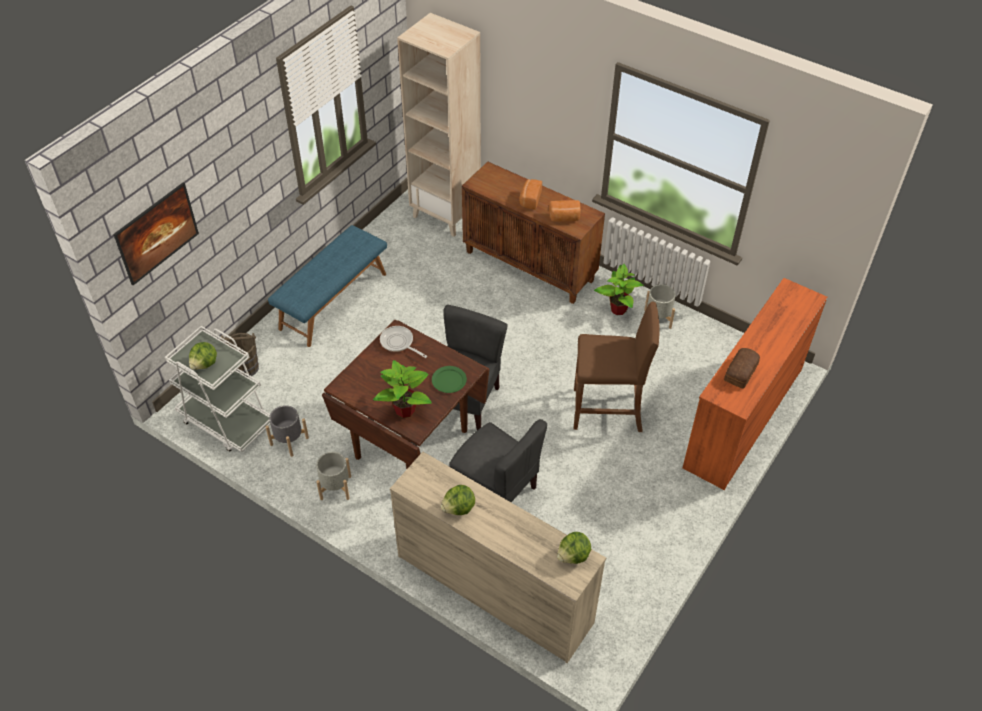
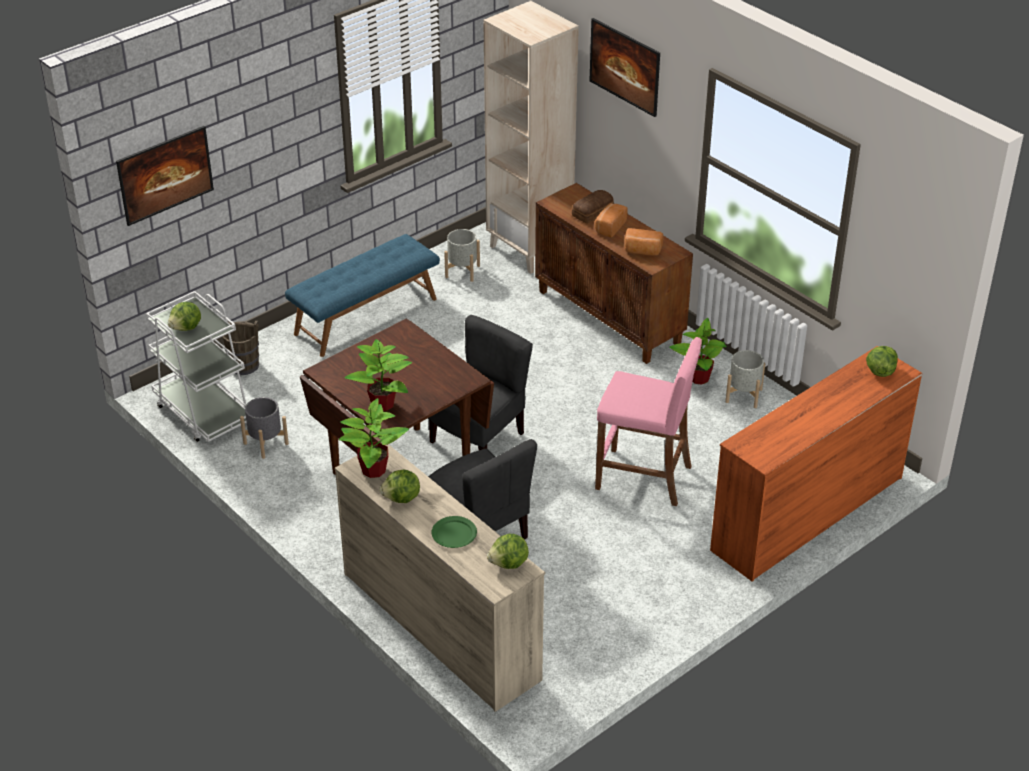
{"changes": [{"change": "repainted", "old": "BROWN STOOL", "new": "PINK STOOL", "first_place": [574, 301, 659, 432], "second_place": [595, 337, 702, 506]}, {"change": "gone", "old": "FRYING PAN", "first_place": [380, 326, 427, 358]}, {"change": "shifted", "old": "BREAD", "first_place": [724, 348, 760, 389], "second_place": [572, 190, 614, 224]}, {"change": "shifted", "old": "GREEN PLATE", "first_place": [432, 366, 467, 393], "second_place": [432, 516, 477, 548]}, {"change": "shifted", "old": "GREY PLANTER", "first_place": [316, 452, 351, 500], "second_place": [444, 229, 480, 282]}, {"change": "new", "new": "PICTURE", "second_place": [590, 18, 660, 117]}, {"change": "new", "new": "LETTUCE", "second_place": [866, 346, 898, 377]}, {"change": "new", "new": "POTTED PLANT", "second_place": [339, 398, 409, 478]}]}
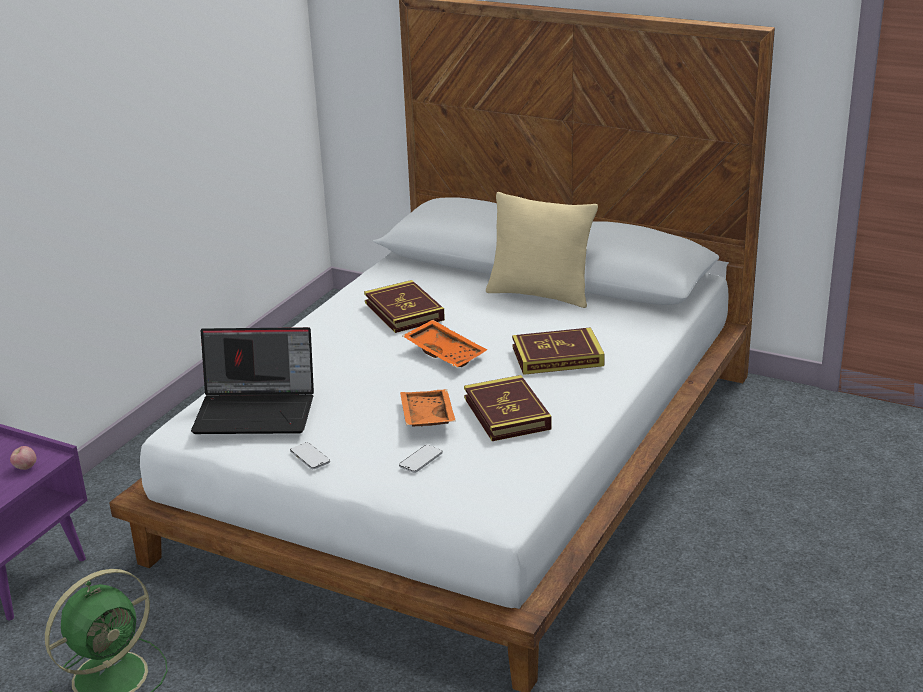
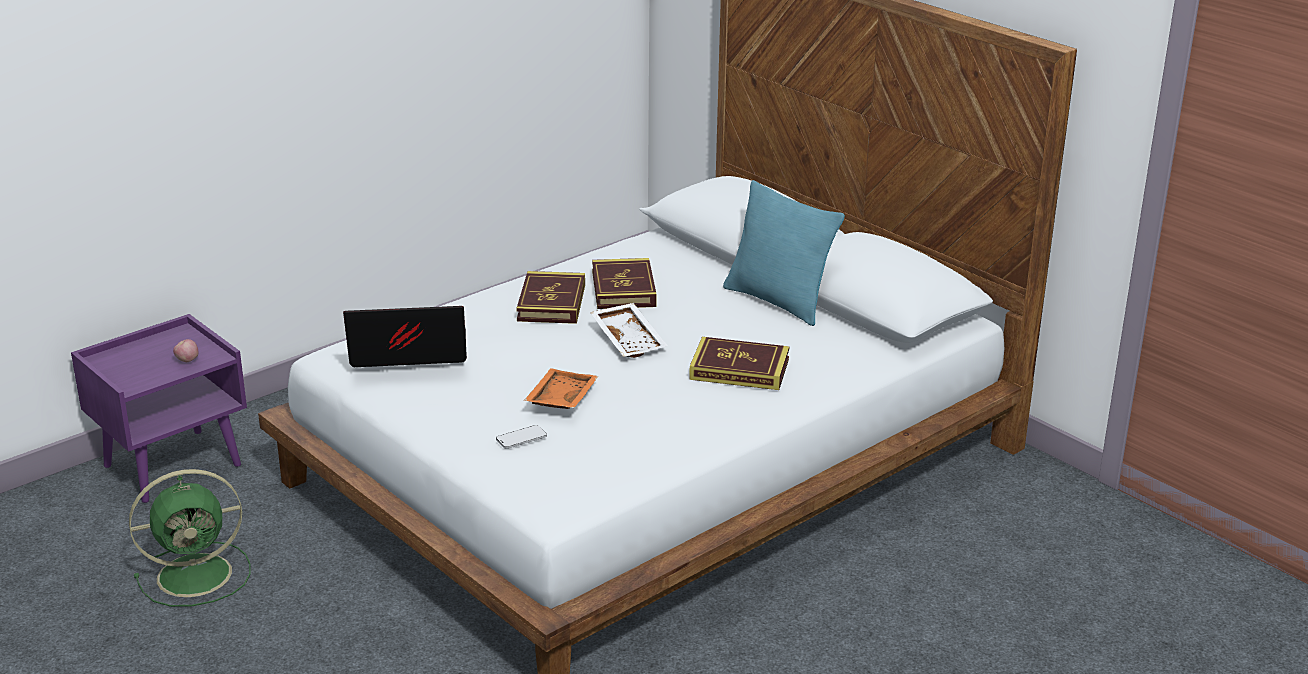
{"changes": [{"change": "repainted", "old": "BEIGE PILLOW", "new": "TURQUOISE PILLOW", "first_place": [486, 192, 598, 308], "second_place": [723, 180, 845, 326]}, {"change": "repainted", "old": "ORANGE TRAY", "new": "WHITE TRAY", "first_place": [402, 320, 487, 368], "second_place": [590, 303, 668, 358]}, {"change": "rotated", "old": "LAPTOP", "first_place": [191, 327, 314, 434], "second_place": [343, 306, 467, 367], "degrees": 150}, {"change": "shifted", "old": "BOOK", "first_place": [464, 375, 552, 441], "second_place": [516, 271, 585, 324]}, {"change": "gone", "old": "PHONE", "first_place": [290, 442, 330, 469]}]}
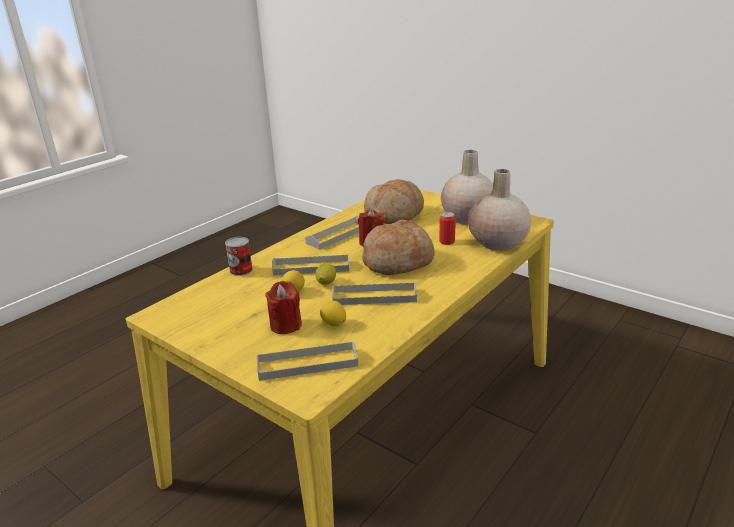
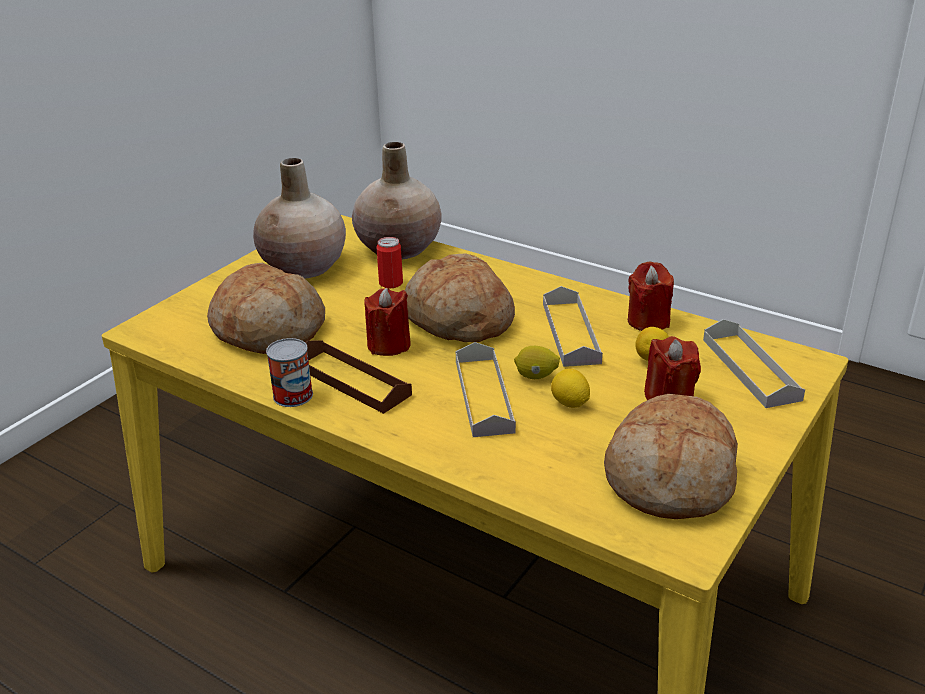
{"changes": [{"change": "repainted", "old": "GREY TRAY", "new": "BROWN TRAY", "first_place": [305, 216, 359, 250], "second_place": [306, 340, 412, 414]}, {"change": "shifted", "old": "CAN", "first_place": [225, 237, 253, 276], "second_place": [266, 338, 313, 407]}, {"change": "new", "new": "RED CANDLE", "second_place": [628, 261, 674, 331]}, {"change": "new", "new": "BREAD", "second_place": [604, 394, 738, 519]}]}
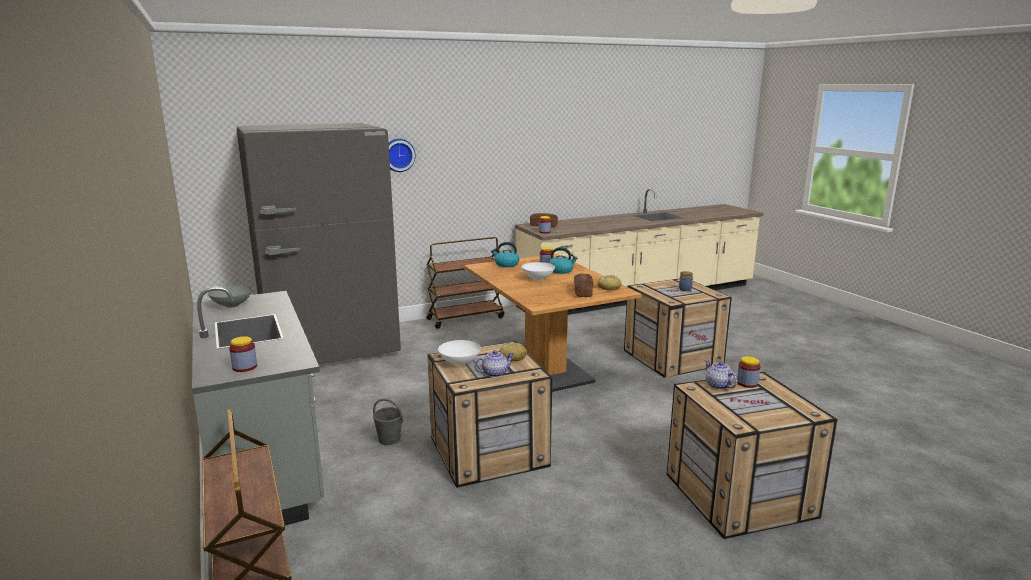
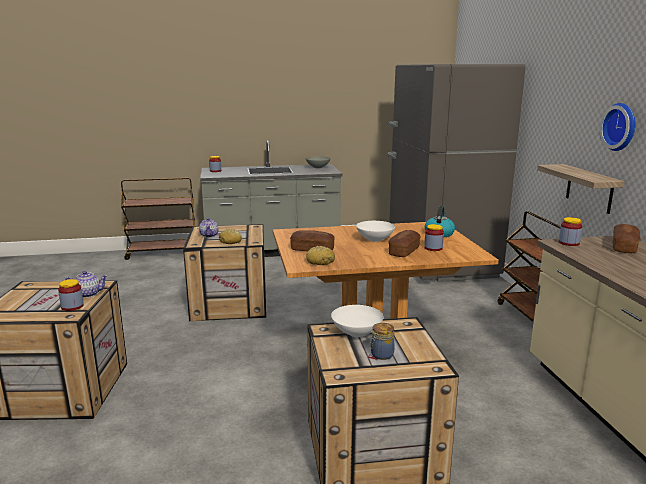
{"changes": [{"change": "shifted", "old": "WALL CLOCK", "first_place": [389, 139, 416, 172], "second_place": [600, 103, 636, 151]}, {"change": "swapped", "old": "KETTLE", "new": "BREAD", "first_place": [549, 247, 578, 274], "second_place": [388, 230, 421, 257]}, {"change": "shifted", "old": "WHITE BOWL", "first_place": [438, 340, 481, 366], "second_place": [331, 305, 384, 337]}, {"change": "gone", "old": "GREY BUCKET", "first_place": [373, 398, 403, 445]}, {"change": "new", "new": "SHELF", "second_place": [537, 164, 625, 214]}]}
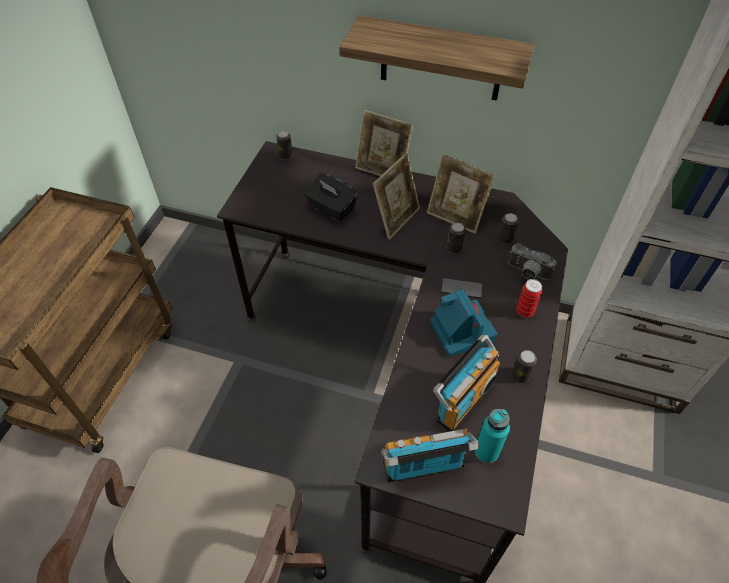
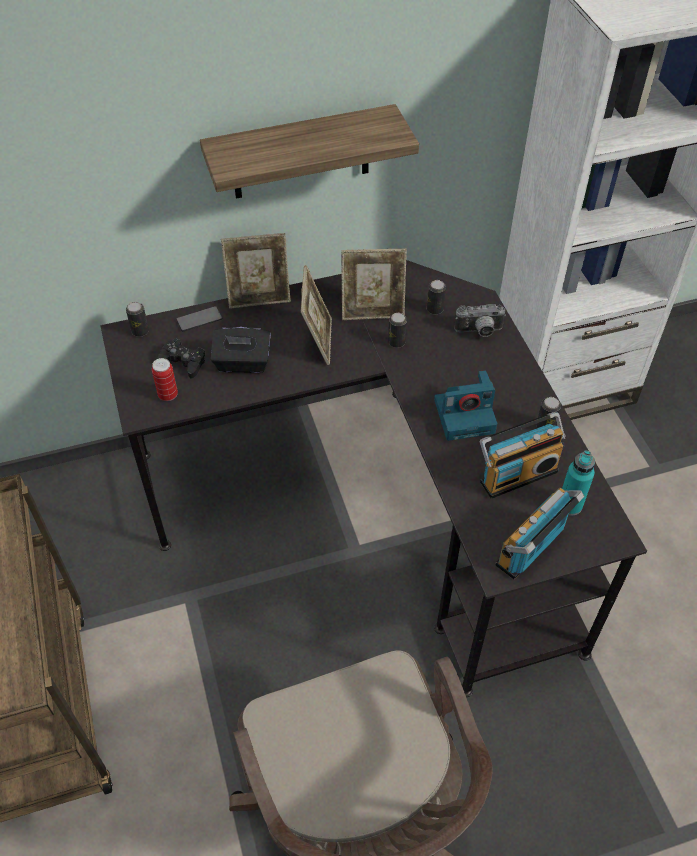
{"changes": [{"change": "shifted", "old": "PHONE", "first_place": [441, 278, 483, 299], "second_place": [176, 306, 222, 332]}, {"change": "shifted", "old": "CAN", "first_place": [516, 279, 543, 318], "second_place": [152, 358, 178, 401]}, {"change": "rotated", "old": "PHOTO CAMERA", "first_place": [430, 289, 497, 357], "second_place": [434, 370, 497, 441], "degrees": 135}, {"change": "rotated", "old": "RADIO", "first_place": [433, 335, 500, 431], "second_place": [480, 412, 566, 499], "degrees": 60}, {"change": "new", "new": "BLACK GAME CONTROLLER", "second_place": [158, 338, 206, 378]}]}
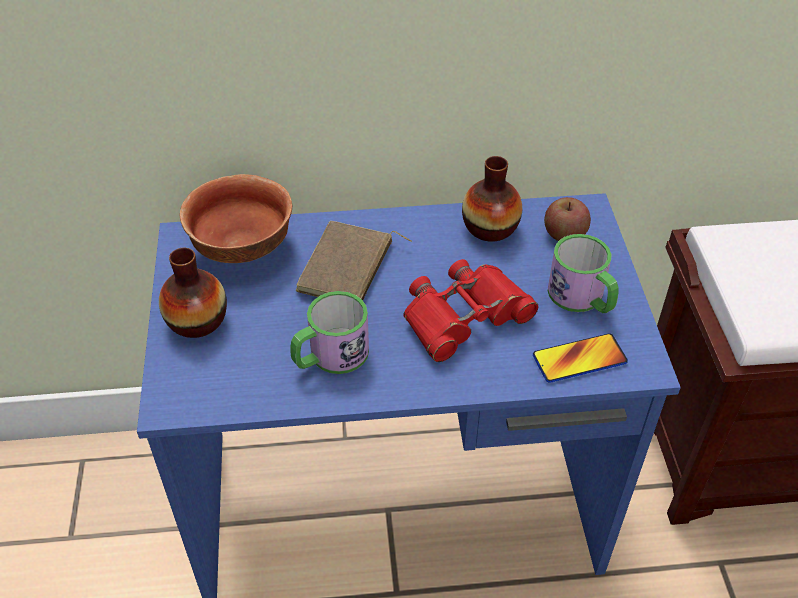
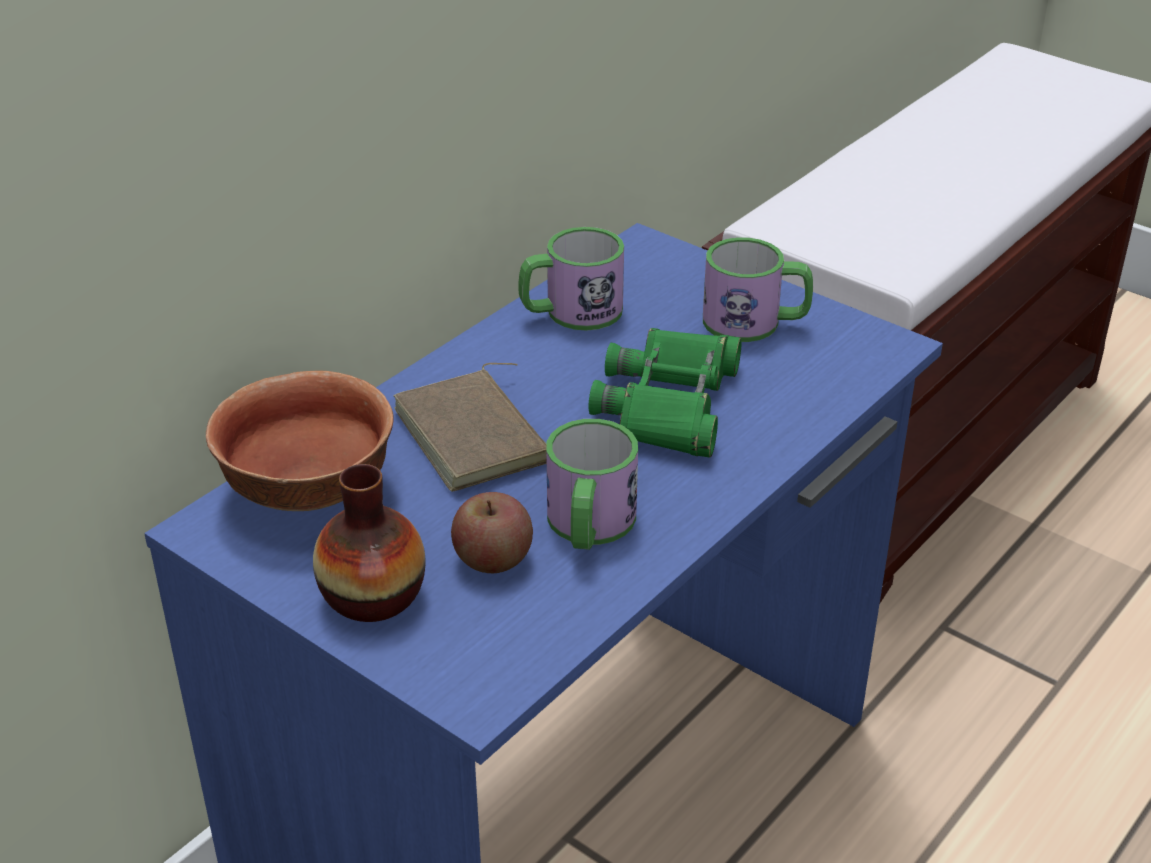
{"changes": [{"change": "swapped", "old": "VASE", "new": "MUG", "first_place": [462, 156, 522, 242], "second_place": [518, 227, 624, 330]}, {"change": "shifted", "old": "APPLE", "first_place": [544, 197, 591, 241], "second_place": [451, 492, 533, 573]}, {"change": "repainted", "old": "RED BINOCULARS", "new": "GREEN BINOCULARS", "first_place": [403, 259, 538, 362], "second_place": [589, 328, 742, 458]}, {"change": "gone", "old": "PHONE", "first_place": [533, 333, 628, 383]}]}
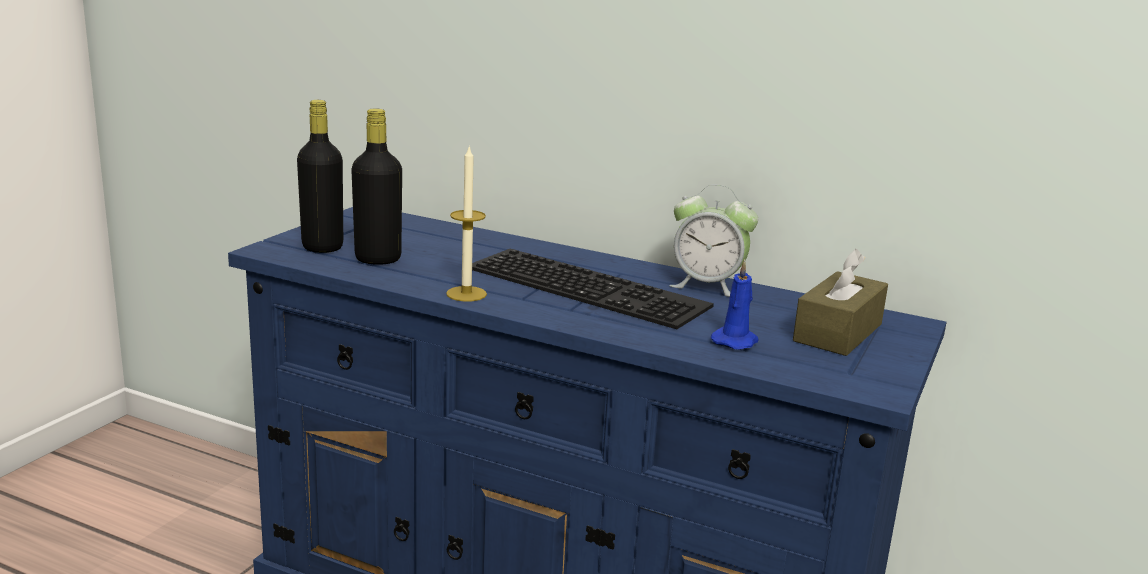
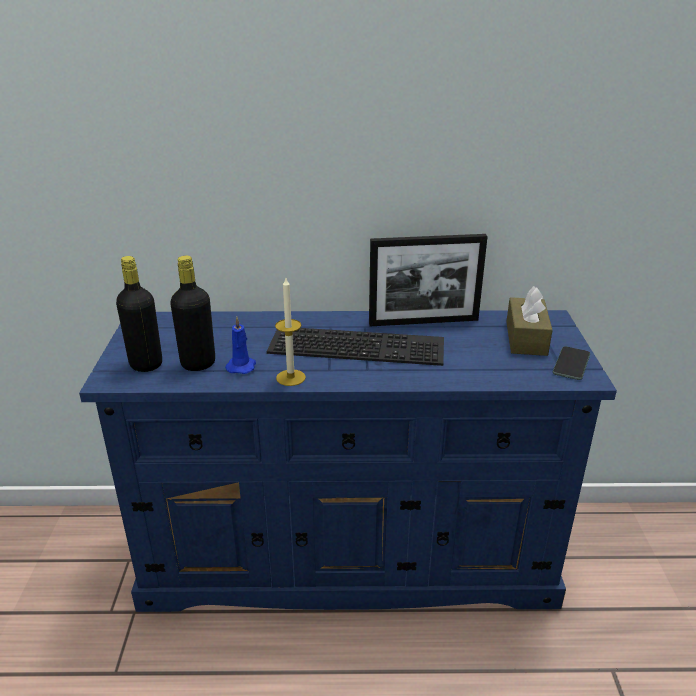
{"changes": [{"change": "swapped", "old": "ALARM CLOCK", "new": "PICTURE FRAME", "first_place": [669, 185, 758, 297], "second_place": [369, 234, 488, 326]}, {"change": "shifted", "old": "BLUE CANDLE", "first_place": [711, 259, 759, 350], "second_place": [225, 317, 256, 374]}, {"change": "new", "new": "PHONE", "second_place": [553, 346, 590, 380]}]}
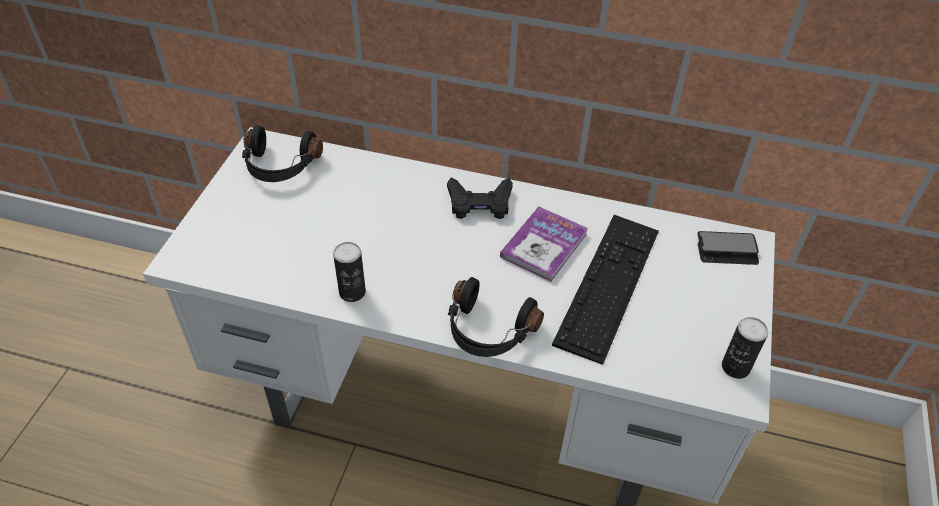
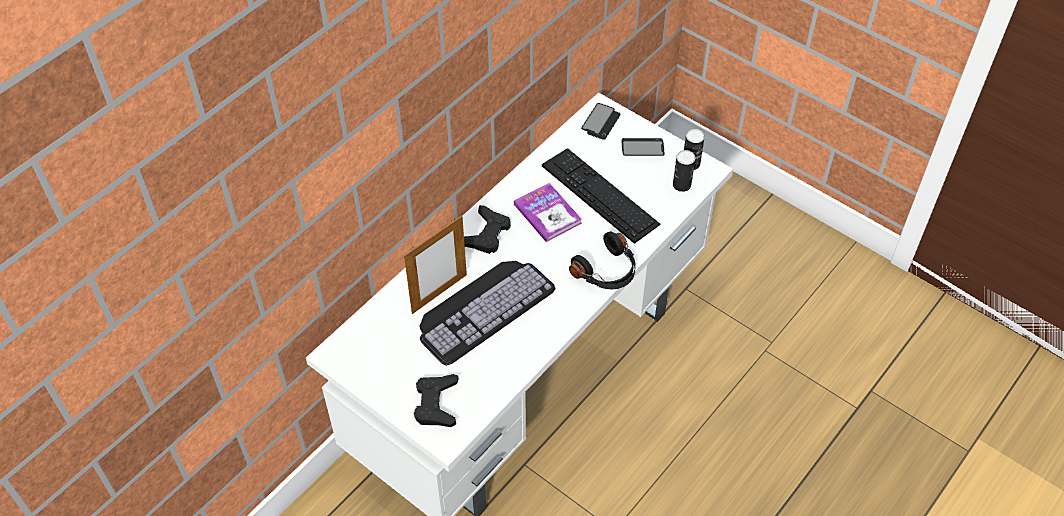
{"changes": [{"change": "gone", "old": "BLACK HEADPHONES", "first_place": [242, 125, 323, 182]}, {"change": "shifted", "old": "CAN", "first_place": [333, 242, 366, 302], "second_place": [673, 150, 695, 192]}, {"change": "new", "new": "PHONE", "second_place": [622, 138, 665, 156]}, {"change": "new", "new": "PICTURE FRAME", "second_place": [404, 215, 467, 314]}, {"change": "new", "new": "KEYBOARD", "second_place": [419, 261, 555, 366]}, {"change": "new", "new": "BLACK GAME CONTROLLER", "second_place": [414, 374, 458, 427]}]}
